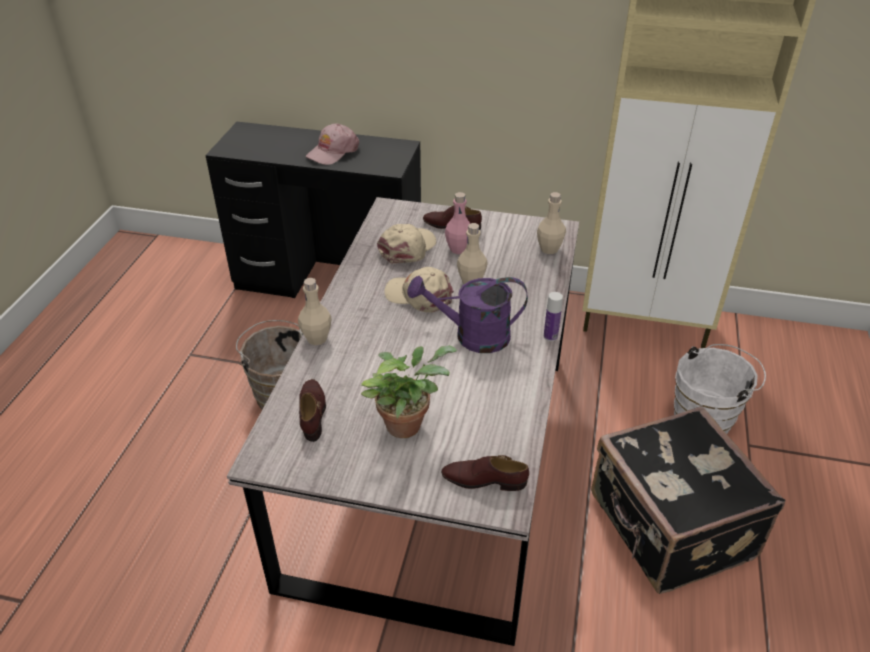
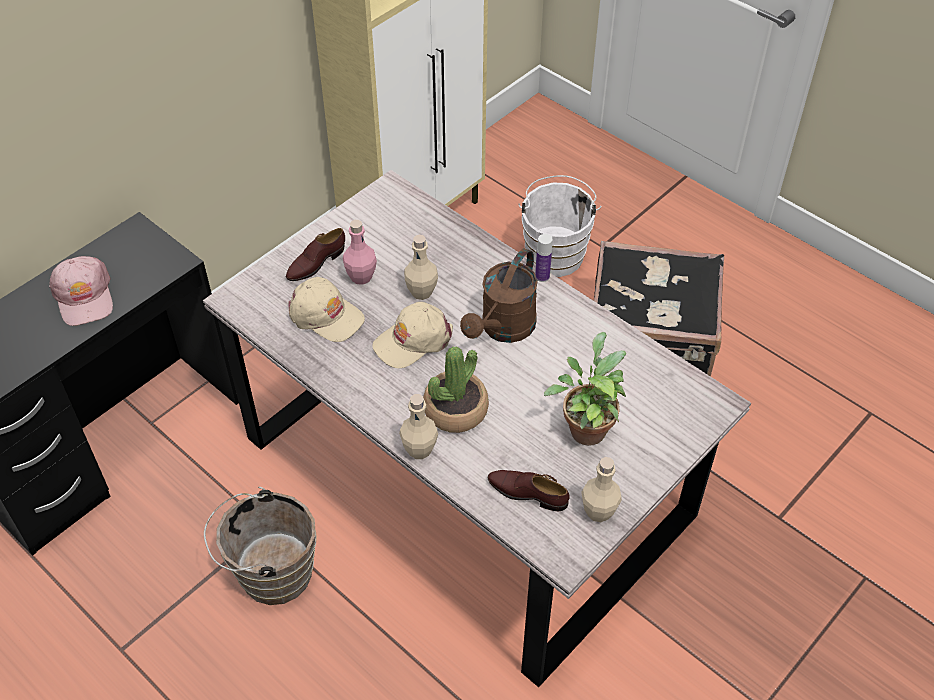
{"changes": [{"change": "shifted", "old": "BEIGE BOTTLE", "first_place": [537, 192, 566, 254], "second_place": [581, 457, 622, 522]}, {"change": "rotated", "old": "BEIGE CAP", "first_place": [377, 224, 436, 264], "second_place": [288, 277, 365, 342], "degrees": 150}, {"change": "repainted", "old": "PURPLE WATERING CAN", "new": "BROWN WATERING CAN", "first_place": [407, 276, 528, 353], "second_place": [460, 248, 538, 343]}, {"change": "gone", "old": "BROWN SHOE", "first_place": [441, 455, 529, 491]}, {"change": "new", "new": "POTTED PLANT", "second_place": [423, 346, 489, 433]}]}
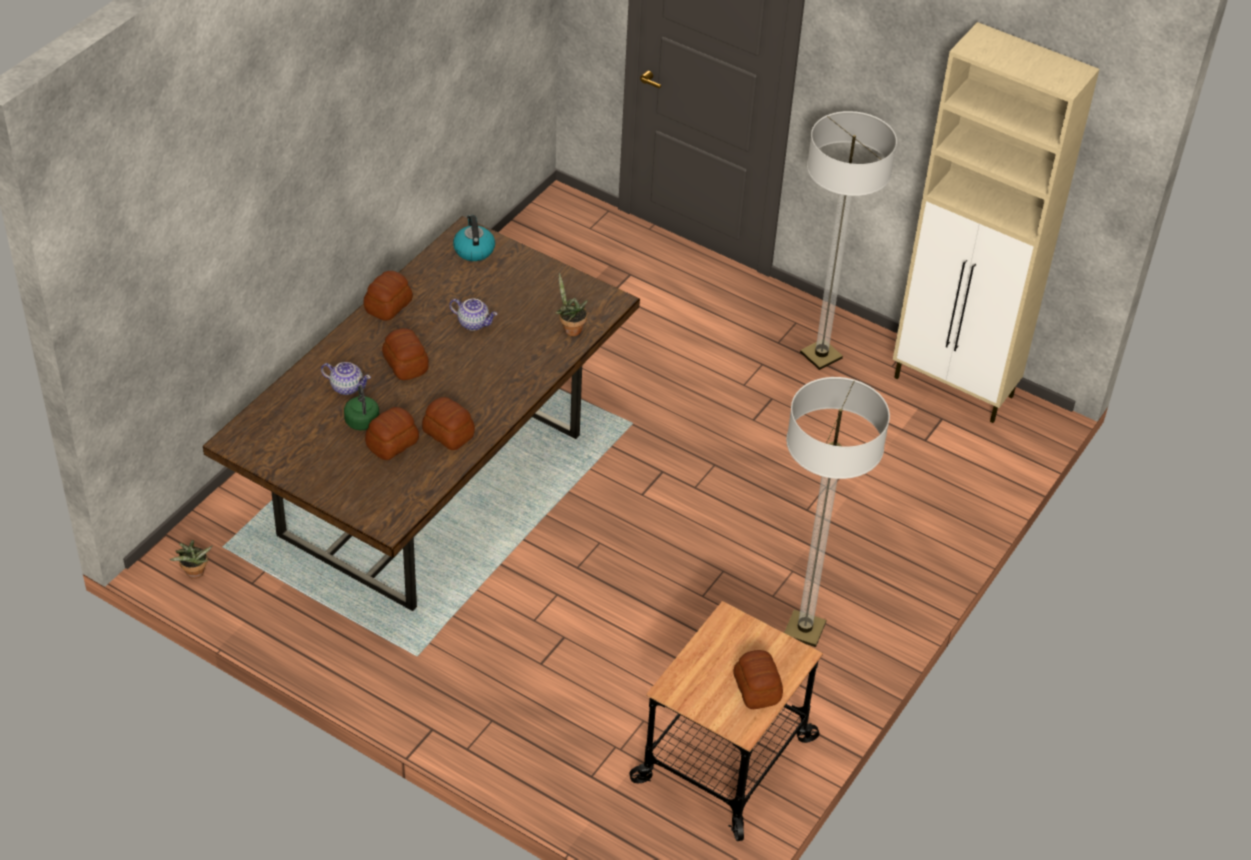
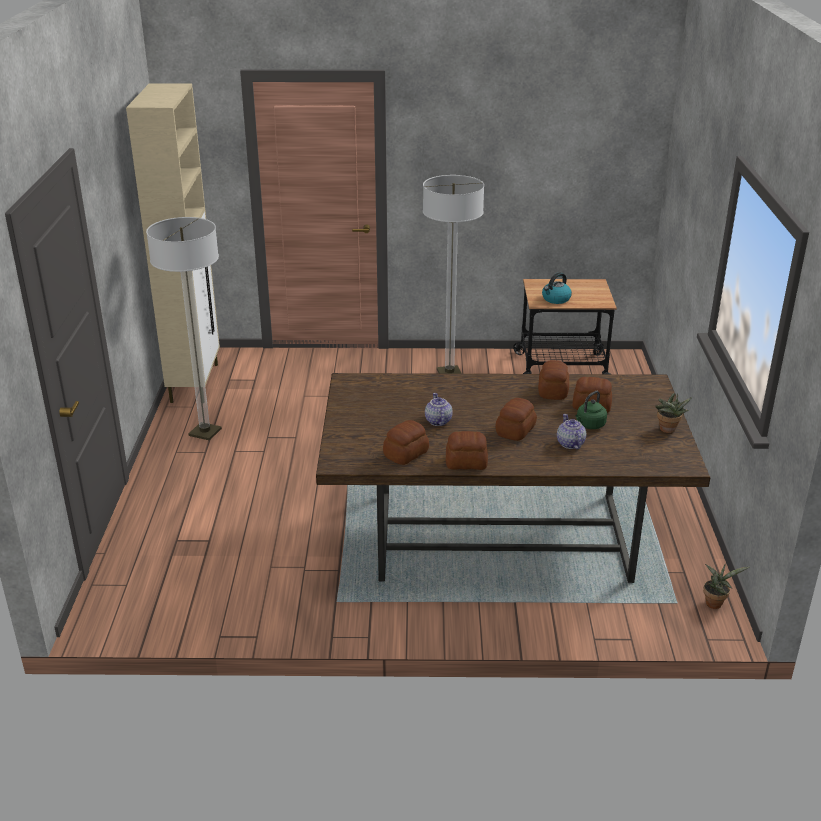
{"changes": [{"change": "shifted", "old": "KETTLE", "first_place": [453, 215, 495, 261], "second_place": [542, 272, 572, 304]}, {"change": "shifted", "old": "POTTED PLANT", "first_place": [555, 273, 587, 336], "second_place": [655, 393, 692, 433]}, {"change": "shifted", "old": "BREAD", "first_place": [734, 650, 783, 709], "second_place": [383, 420, 429, 465]}]}
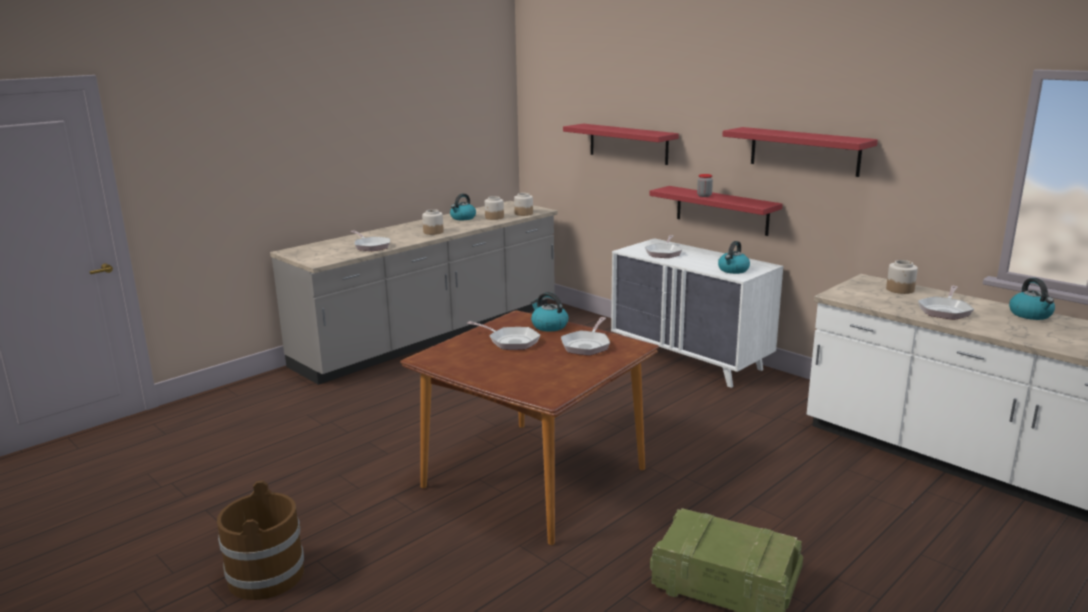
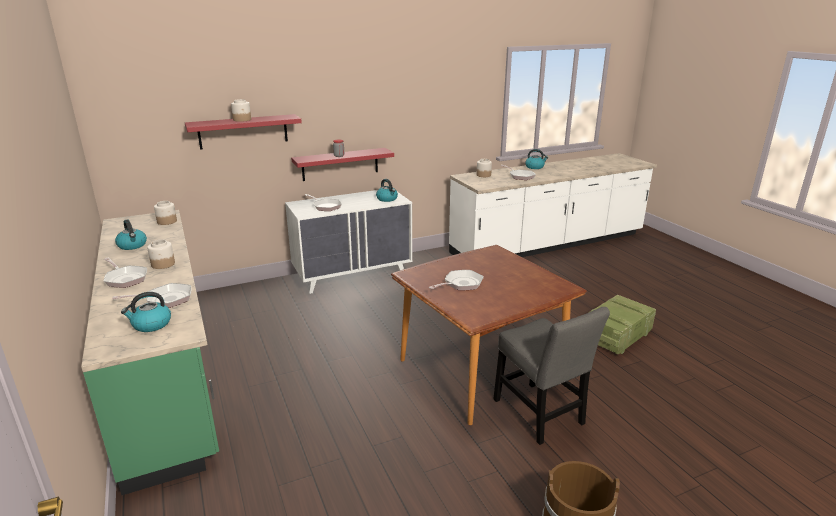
{"changes": [{"change": "gone", "old": "RED SHELF", "first_place": [722, 127, 878, 177]}, {"change": "shifted", "old": "JAR", "first_place": [485, 196, 504, 220], "second_place": [231, 99, 251, 122]}, {"change": "repainted", "old": "GREY COUNTER", "new": "GREEN COUNTER", "first_place": [270, 201, 558, 385], "second_place": [81, 210, 219, 495]}, {"change": "shifted", "old": "KETTLE", "first_place": [531, 292, 568, 332], "second_place": [121, 292, 171, 332]}, {"change": "shifted", "old": "FRYING PAN", "first_place": [561, 317, 610, 356], "second_place": [104, 258, 147, 288]}, {"change": "new", "new": "GREY CHAIR", "second_place": [493, 307, 610, 445]}]}
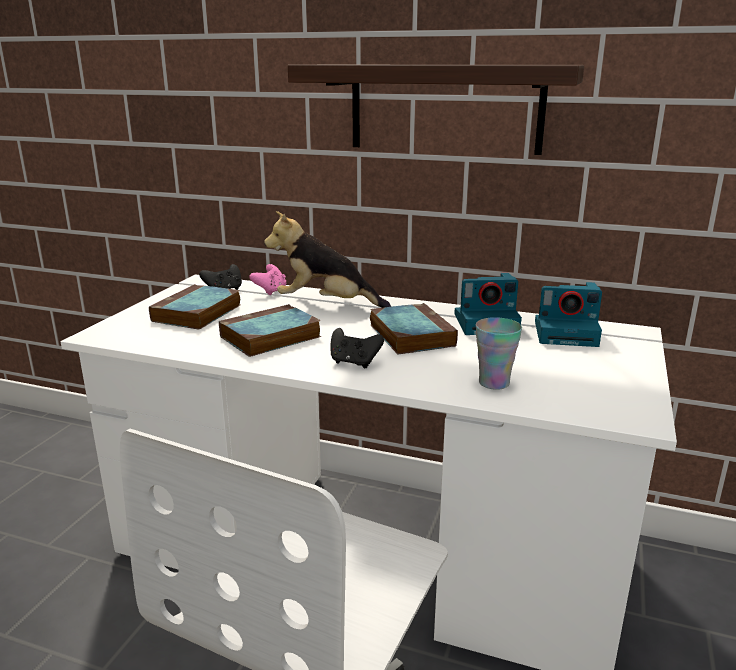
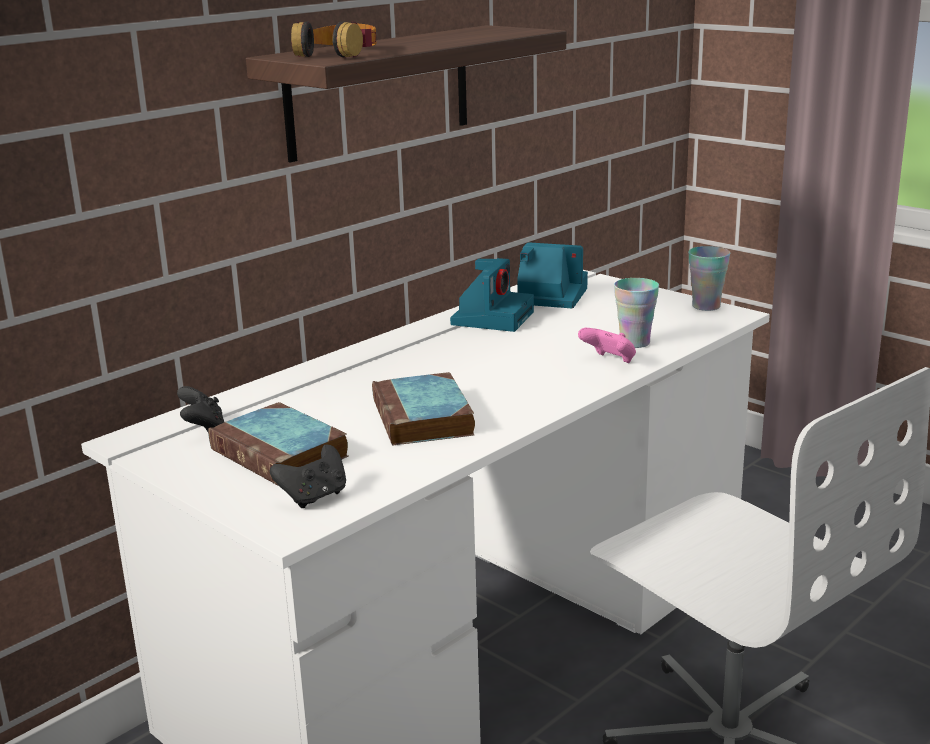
{"changes": [{"change": "gone", "old": "PLUSH TOY", "first_place": [264, 211, 391, 308]}, {"change": "shifted", "old": "PINK GAME CONTROLLER", "first_place": [249, 264, 287, 295], "second_place": [578, 328, 636, 363]}, {"change": "rotated", "old": "PHOTO CAMERA", "first_place": [535, 282, 602, 347], "second_place": [517, 242, 588, 308], "degrees": -105}, {"change": "gone", "old": "BOOK", "first_place": [370, 303, 458, 354]}, {"change": "shifted", "old": "BLACK GAME CONTROLLER", "first_place": [331, 328, 384, 368], "second_place": [270, 445, 346, 508]}, {"change": "new", "new": "HEADPHONES", "second_place": [291, 21, 377, 57]}, {"change": "new", "new": "CUP", "second_place": [688, 246, 730, 311]}]}
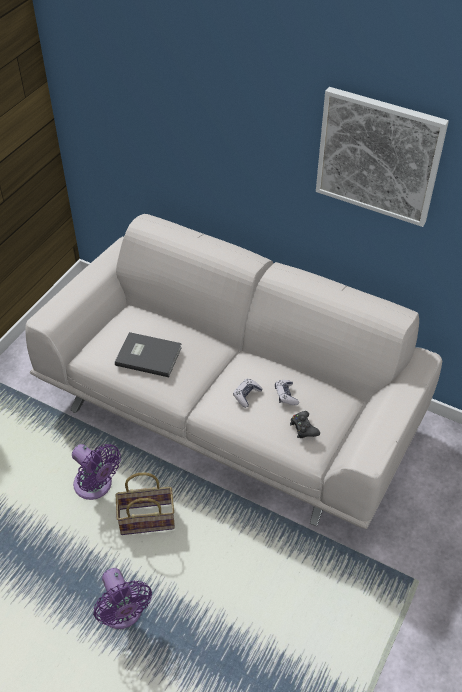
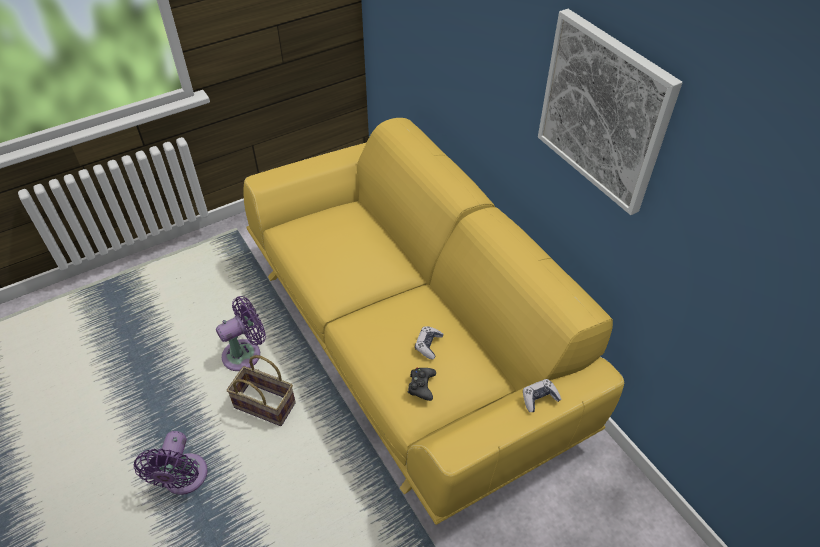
{"changes": [{"change": "repainted", "old": "WHITE SOFA", "new": "YELLOW SOFA", "first_place": [26, 214, 442, 529], "second_place": [243, 118, 624, 525]}, {"change": "gone", "old": "GREY BOOK", "first_place": [115, 332, 182, 377]}, {"change": "shifted", "old": "GAME CONTROLLER", "first_place": [233, 378, 263, 408], "second_place": [523, 379, 561, 412]}, {"change": "rotated", "old": "PURPLE FAN", "first_place": [72, 444, 121, 500], "second_place": [216, 296, 266, 371], "degrees": -105}]}
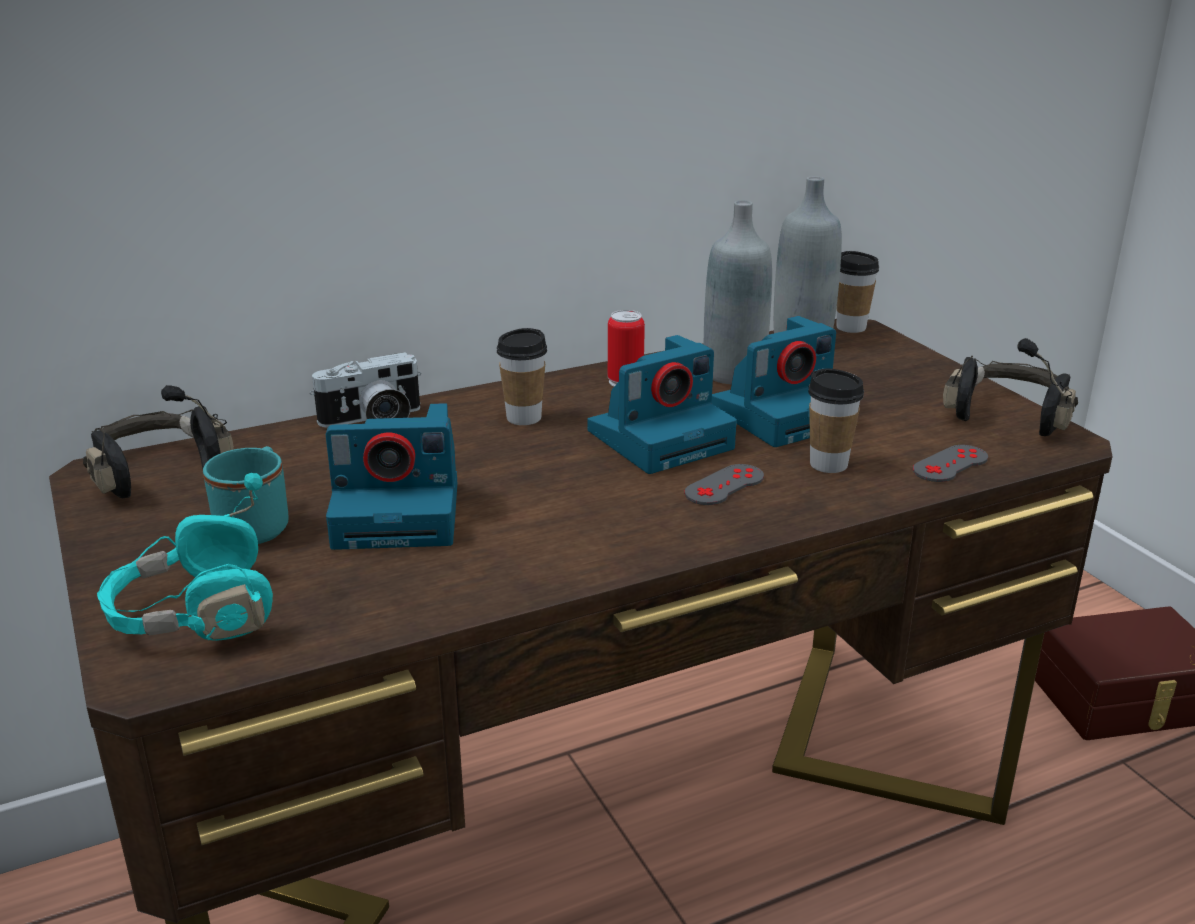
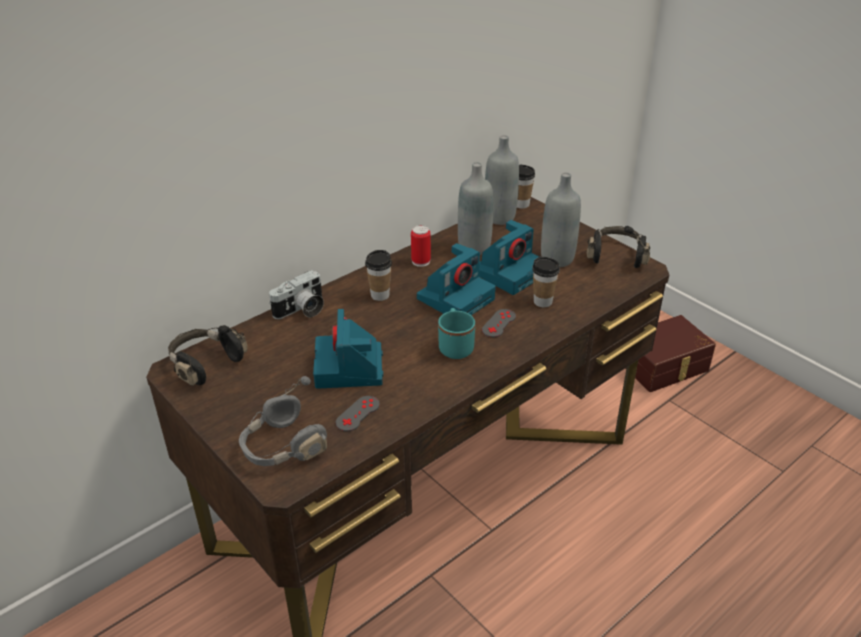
{"changes": [{"change": "rotated", "old": "PHOTO CAMERA", "first_place": [326, 403, 457, 550], "second_place": [313, 309, 383, 389], "degrees": 105}, {"change": "shifted", "old": "GREY GAME CONTROLLER", "first_place": [913, 445, 988, 482], "second_place": [335, 396, 380, 432]}, {"change": "shifted", "old": "TURQUOISE MUG", "first_place": [203, 446, 289, 544], "second_place": [438, 308, 475, 359]}, {"change": "repainted", "old": "TURQUOISE HEADPHONES", "new": "GREY HEADPHONES", "first_place": [97, 473, 273, 641], "second_place": [239, 376, 327, 466]}, {"change": "new", "new": "GREY BOTTLE", "second_place": [541, 172, 581, 267]}]}
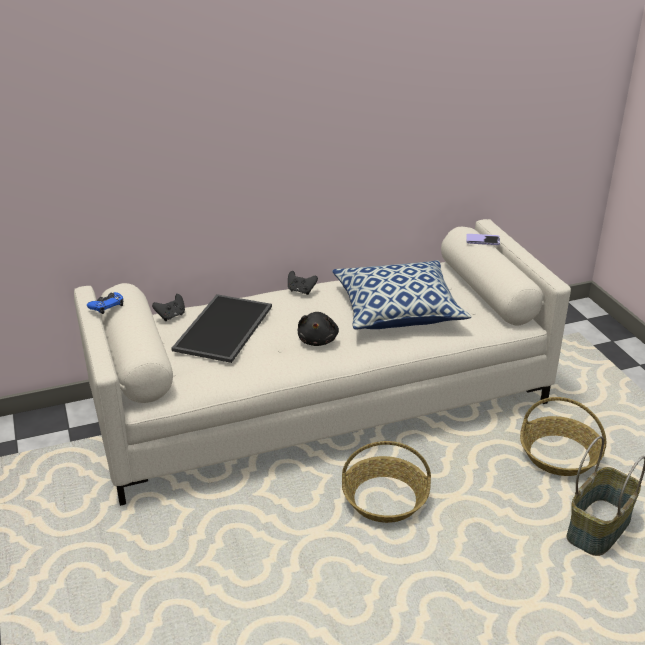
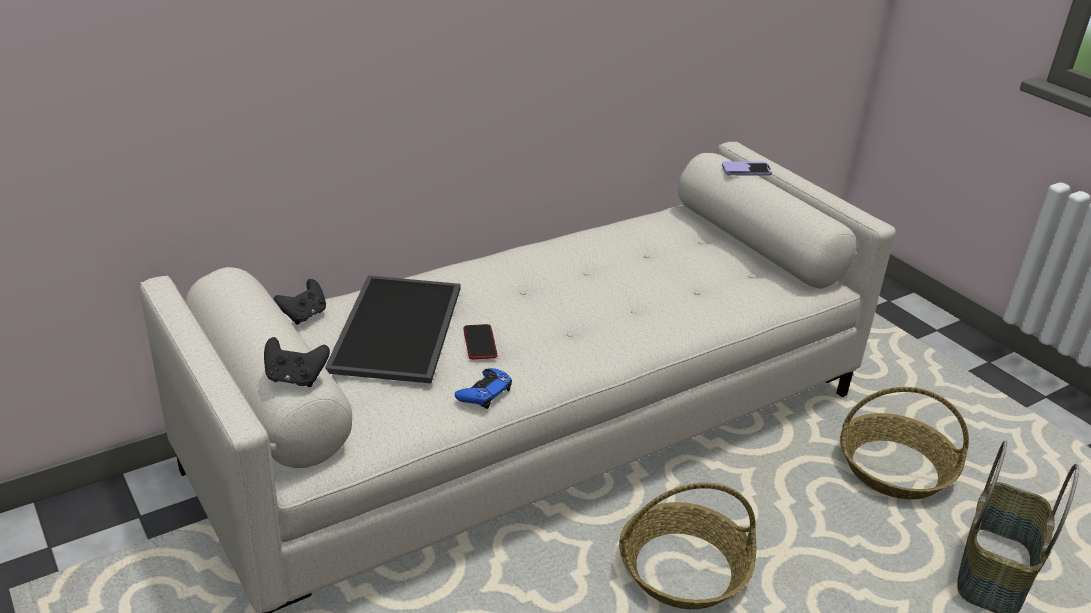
{"changes": [{"change": "gone", "old": "PILLOW", "first_place": [332, 260, 471, 329]}, {"change": "shifted", "old": "BLACK GAME CONTROLLER", "first_place": [288, 271, 318, 295], "second_place": [264, 337, 330, 387]}, {"change": "shifted", "old": "BLUE GAME CONTROLLER", "first_place": [87, 292, 123, 314], "second_place": [455, 368, 512, 409]}, {"change": "gone", "old": "BLACK PLUSH TOY", "first_place": [297, 312, 339, 346]}, {"change": "new", "new": "PHONE", "second_place": [463, 324, 498, 359]}]}
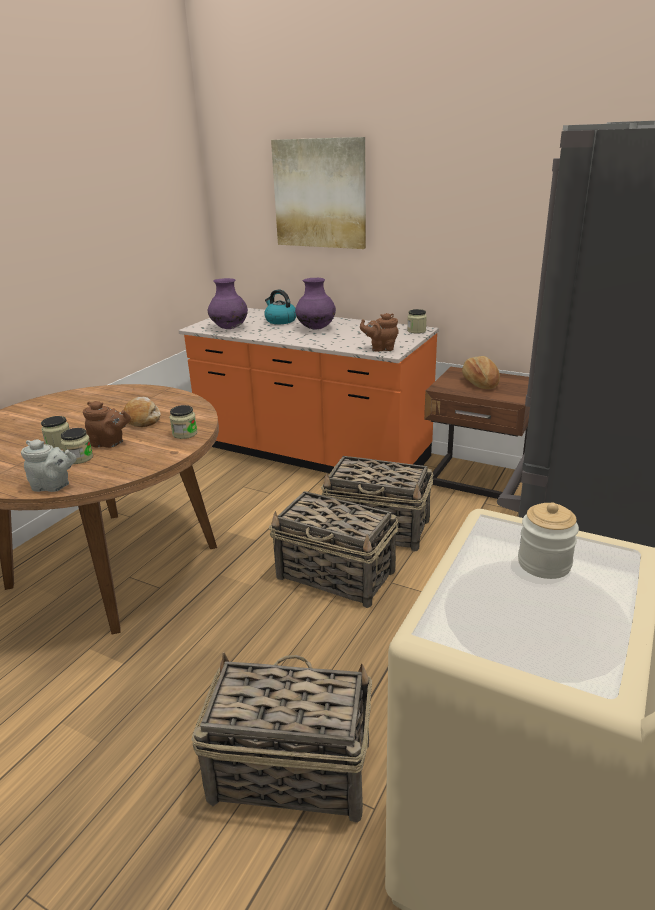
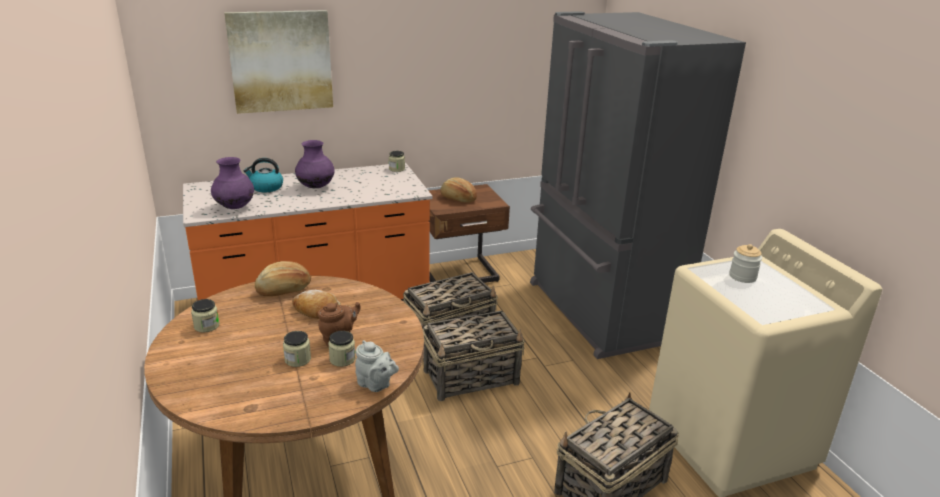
{"changes": [{"change": "gone", "old": "BROWN TEAPOT", "first_place": [360, 313, 399, 352]}, {"change": "shifted", "old": "JAR", "first_place": [169, 405, 198, 439], "second_place": [191, 299, 219, 333]}, {"change": "rotated", "old": "GREY TEAPOT", "first_place": [21, 440, 77, 492], "second_place": [355, 340, 399, 392], "degrees": 75}, {"change": "new", "new": "BREAD", "second_place": [255, 261, 311, 296]}]}
